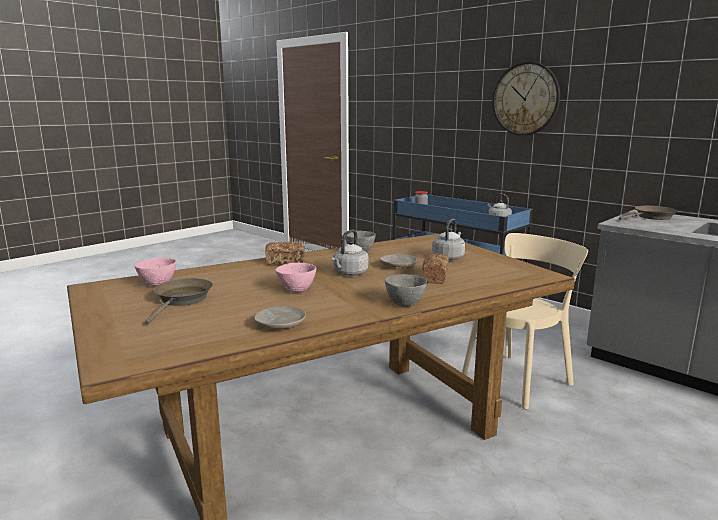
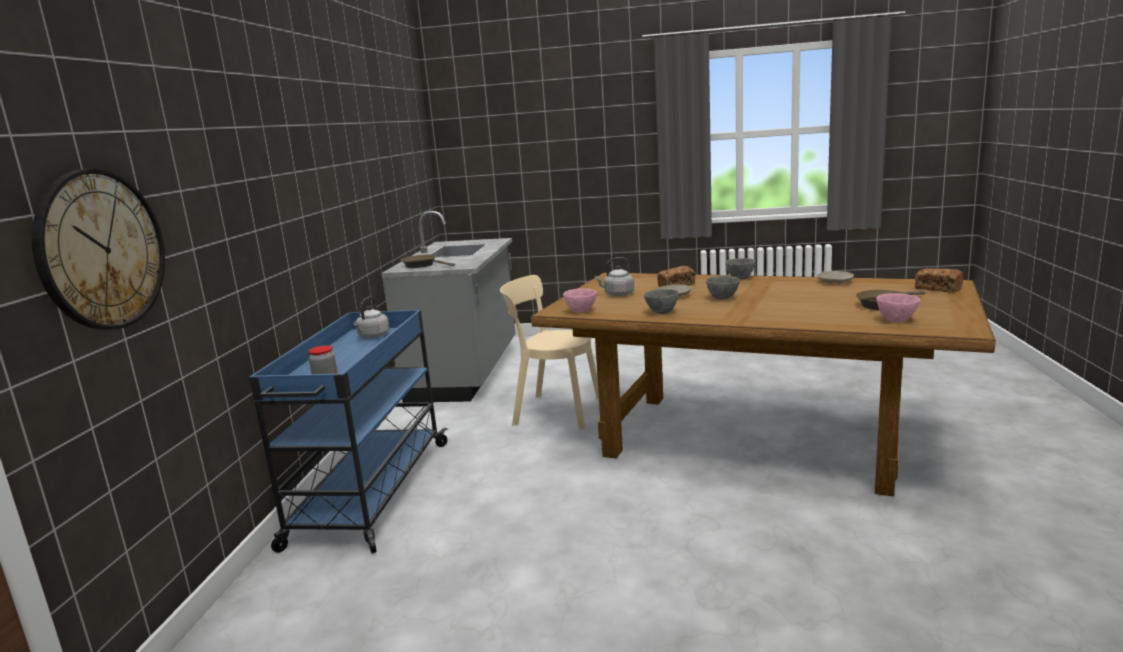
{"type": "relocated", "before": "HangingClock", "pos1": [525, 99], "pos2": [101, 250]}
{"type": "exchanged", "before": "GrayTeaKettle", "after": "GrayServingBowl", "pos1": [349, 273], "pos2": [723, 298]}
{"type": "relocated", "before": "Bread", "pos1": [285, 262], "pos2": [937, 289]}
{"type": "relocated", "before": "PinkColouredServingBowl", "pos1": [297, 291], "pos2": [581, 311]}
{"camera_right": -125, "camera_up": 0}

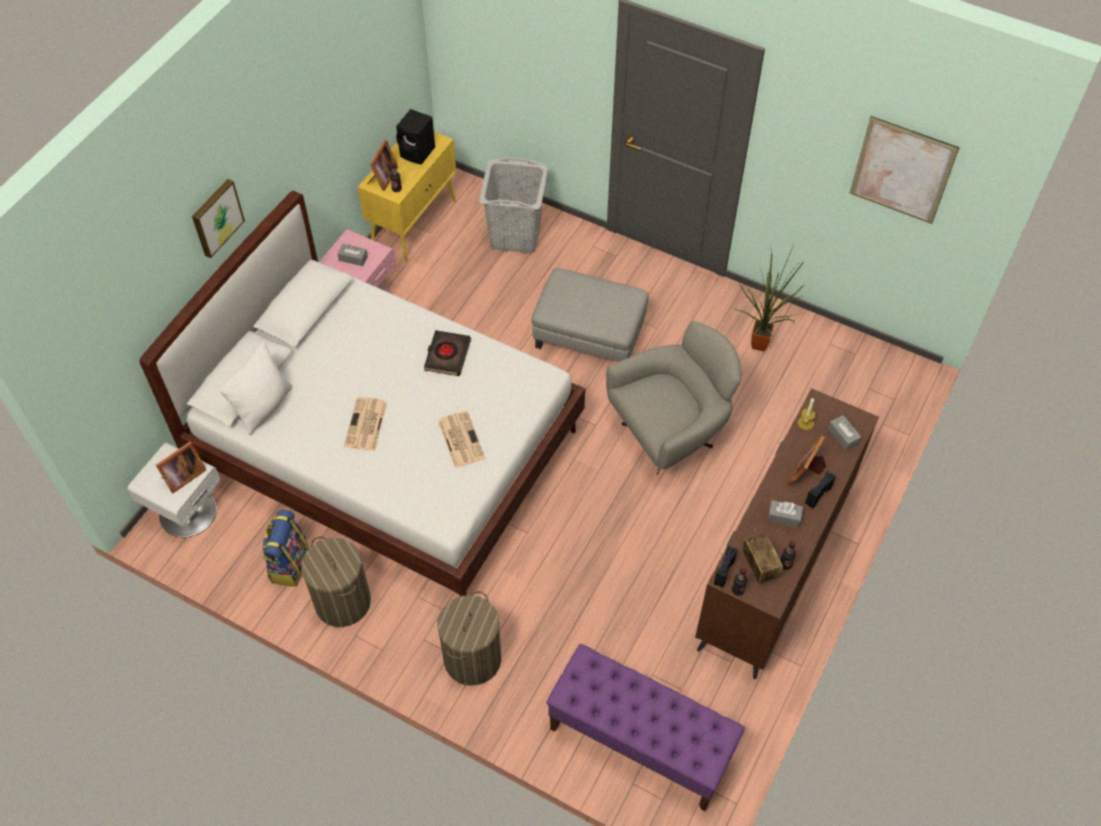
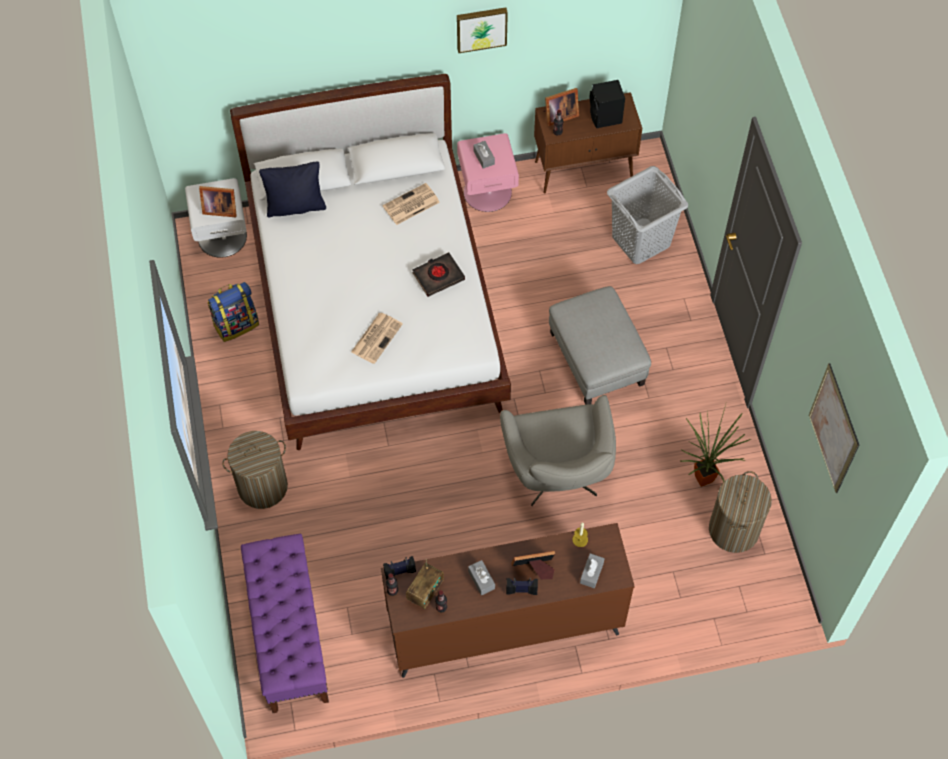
{"type": "colour", "before": "YellowishCabinet", "after": "BrownColouredCabinet", "pos1": [414, 223], "pos2": [584, 170]}
{"type": "relocated", "before": "WallArt", "pos1": [216, 217], "pos2": [481, 28]}
{"type": "spun", "before": "GrayLoungeChair", "pos1": [670, 434], "pos2": [558, 476], "turn": 60}
{"type": "colour", "before": "WhiteColouredThrowPillow", "after": "BlackColouredThrowPillow", "pos1": [263, 407], "pos2": [296, 206]}
{"type": "relocated", "before": "PrintedPaper", "pos1": [366, 425], "pos2": [410, 205]}
{"type": "relocated", "before": "LaundryBasket", "pos1": [343, 602], "pos2": [734, 530]}
{"camera_right": 50, "camera_up": 5}

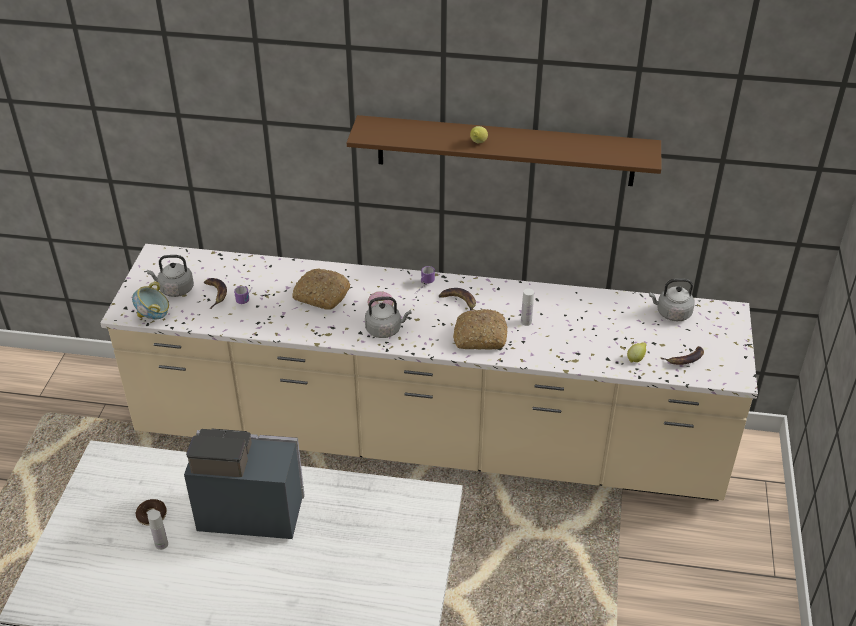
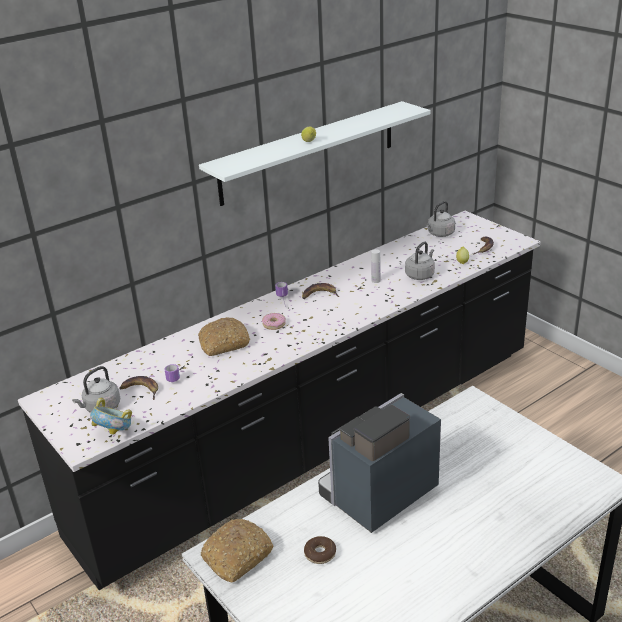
{"type": "colour", "before": "BrownColouredWallShelf", "after": "WhiteColouredWallShelf", "pos1": [505, 151], "pos2": [309, 152]}
{"type": "colour", "before": "BeigeKitchenCounter", "after": "BlackColouredKitchenCounter", "pos1": [428, 440], "pos2": [318, 440]}
{"type": "relocated", "before": "GrayTeaKettle", "pos1": [385, 329], "pos2": [420, 275]}
{"type": "relocated", "before": "Bread", "pos1": [479, 337], "pos2": [237, 557]}
{"type": "missing", "before": "WhiteColouredBeverageBottle", "pos1": [161, 544]}
{"camera_right": -45, "camera_up": -10}

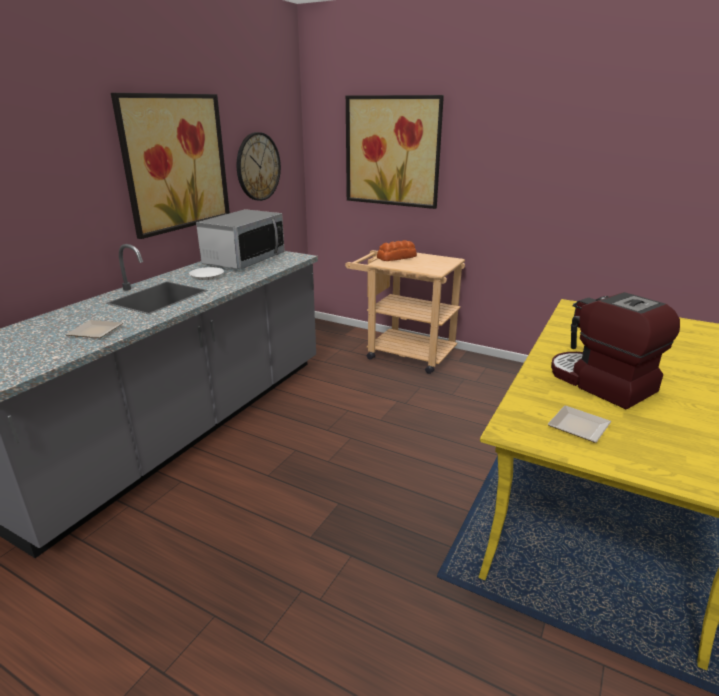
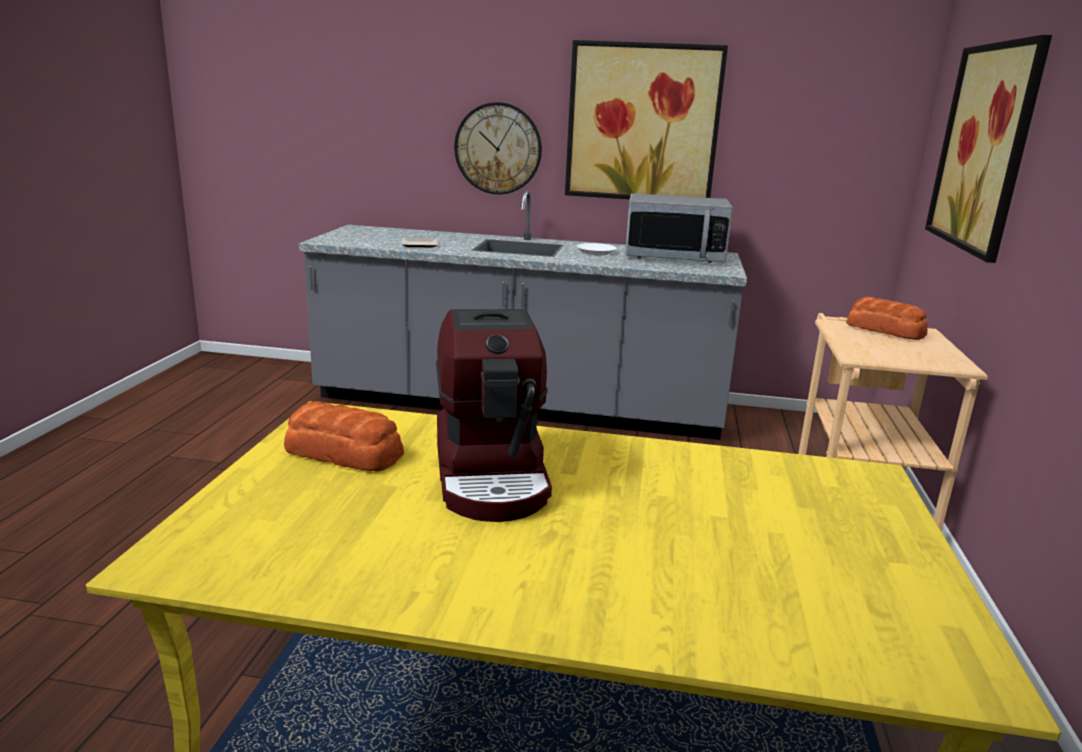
{"type": "relocated", "before": "HangingClock", "pos1": [258, 167], "pos2": [498, 149]}
{"type": "spun", "before": "CoffeeMachine", "pos1": [600, 383], "pos2": [492, 475], "turn": 135}
{"type": "exchanged", "before": "DinnerPlate", "after": "Bread", "pos1": [581, 426], "pos2": [345, 453]}
{"camera_right": 70, "camera_up": -5}

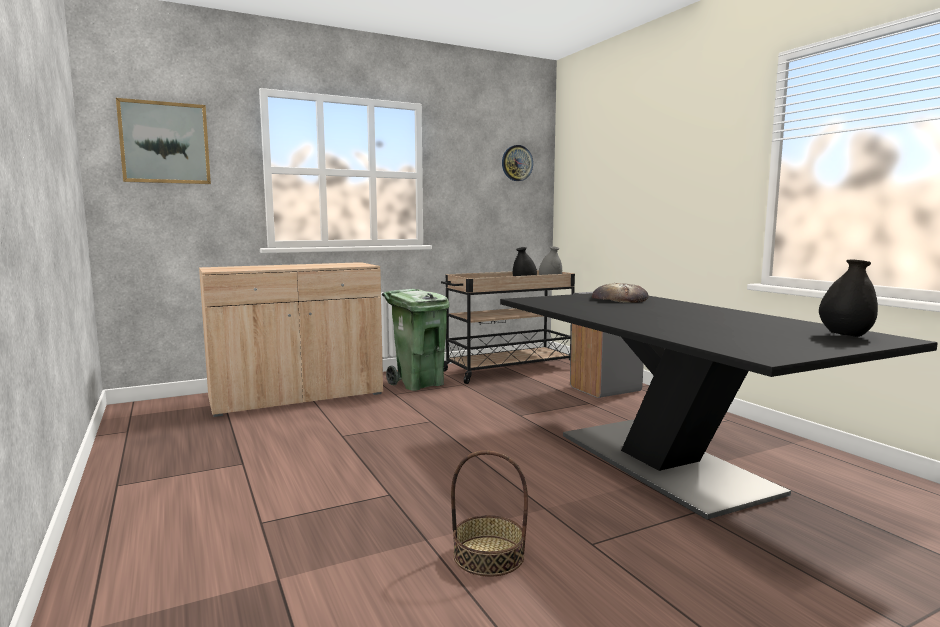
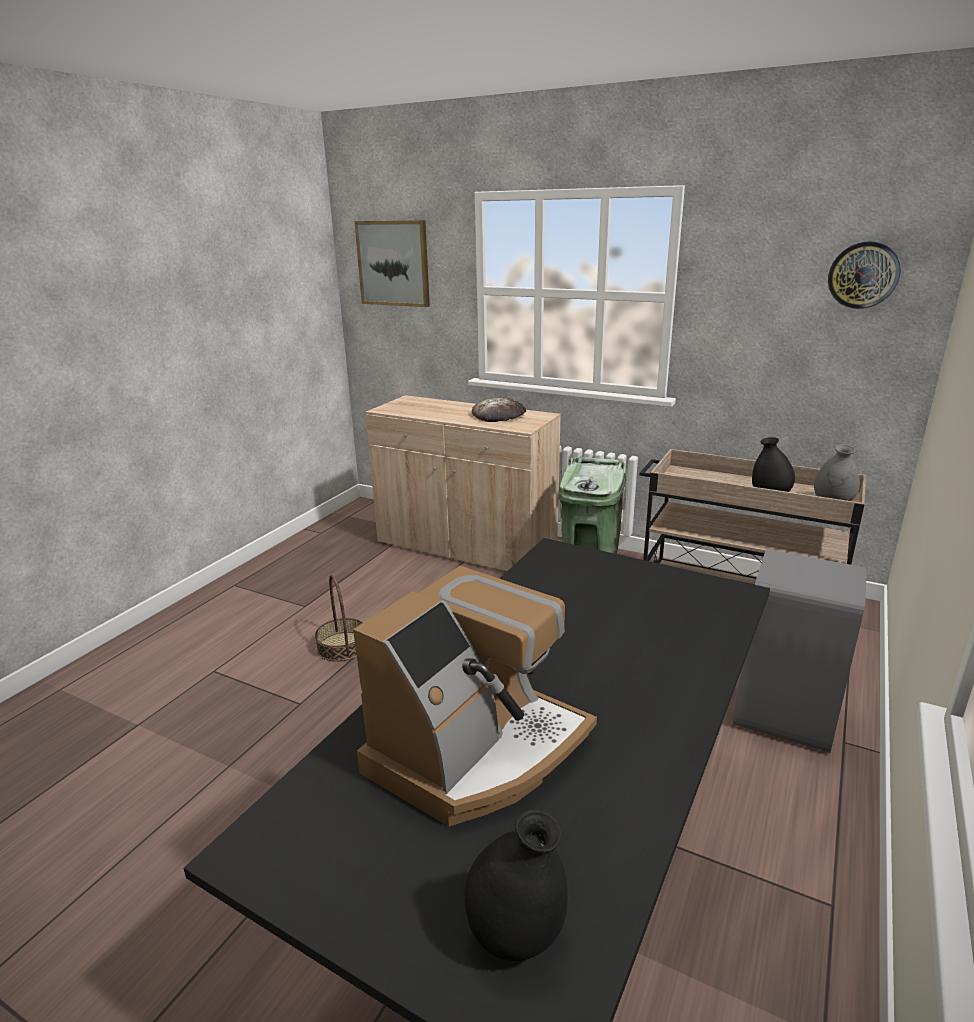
{"type": "relocated", "before": "Bread", "pos1": [619, 299], "pos2": [499, 415]}
{"type": "relocated", "before": "HouseholdBasket", "pos1": [488, 556], "pos2": [342, 646]}
{"type": "appeared", "after": "CoffeeMachine", "pos2": [477, 750]}
{"camera_right": 55, "camera_up": 15}

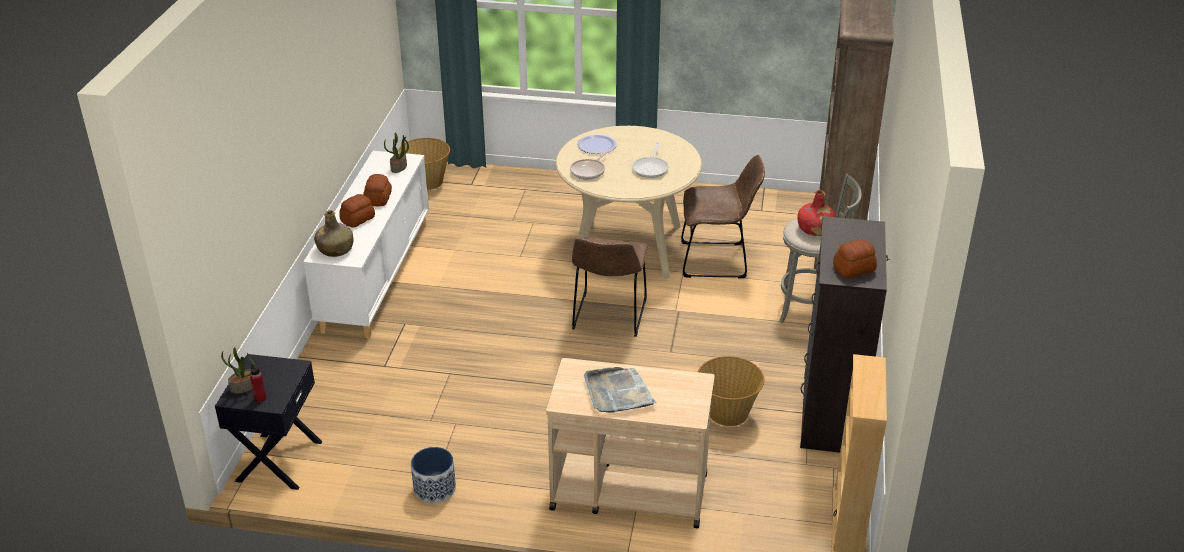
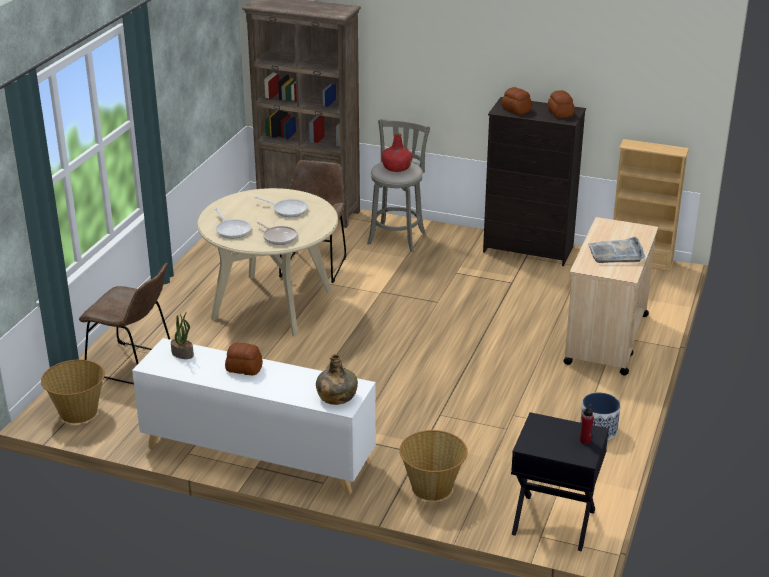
{"type": "exchanged", "before": "DinnerPlate", "after": "Skillet", "pos1": [597, 145], "pos2": [232, 229]}
{"type": "relocated", "before": "Bread", "pos1": [358, 219], "pos2": [516, 109]}
{"type": "relocated", "before": "BrownColouredPlainChair", "pos1": [609, 317], "pos2": [134, 365]}
{"type": "missing", "before": "PottedPlant", "pos1": [244, 387]}
{"type": "relocated", "before": "HouseholdBasket", "pos1": [727, 413], "pos2": [432, 488]}
{"camera_right": -80, "camera_up": -5}

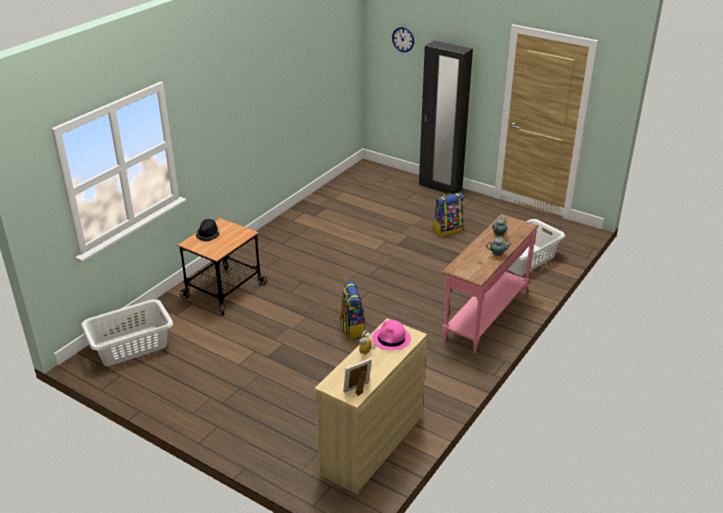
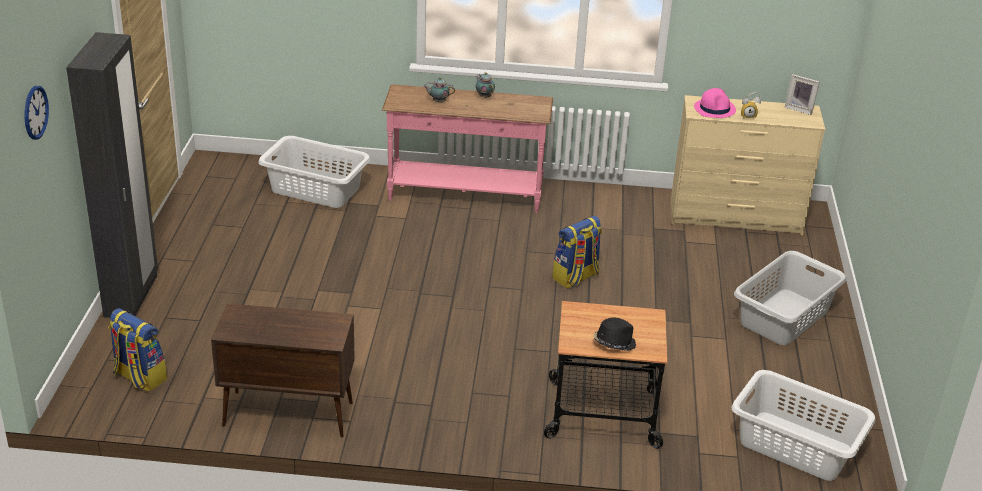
{"type": "relocated", "before": "Knapsack", "pos1": [447, 230], "pos2": [139, 377]}
{"type": "appeared", "after": "GrayLaundryBasket", "pos2": [785, 317]}
{"type": "appeared", "after": "BrownColouredCabinet", "pos2": [287, 414]}
{"camera_right": -120, "camera_up": 0}

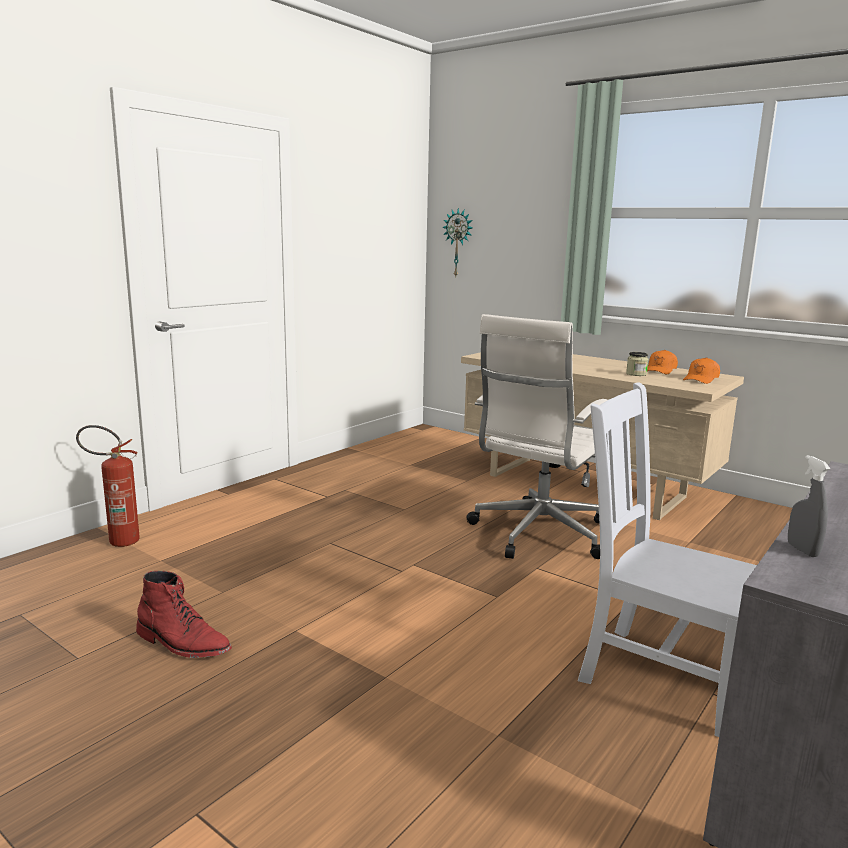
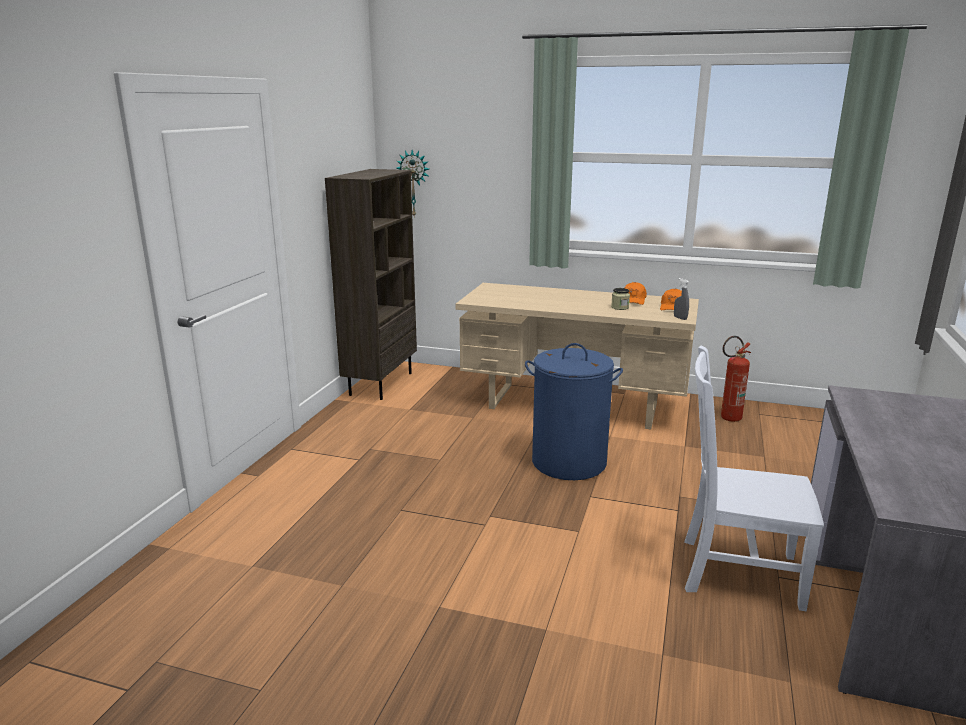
{"type": "exchanged", "before": "WhiteColouredDeskChair", "after": "BlueLaundryBasket", "pos1": [537, 534], "pos2": [568, 462]}
{"type": "relocated", "before": "FireFightingCylinder", "pos1": [116, 541], "pos2": [727, 419]}
{"type": "relocated", "before": "GraySprayer", "pos1": [802, 550], "pos2": [680, 318]}
{"type": "missing", "before": "RedBoot", "pos1": [183, 643]}
{"type": "appeared", "after": "BrownColouredBookshelf", "pos2": [380, 383]}
{"camera_right": -20, "camera_up": 5}

